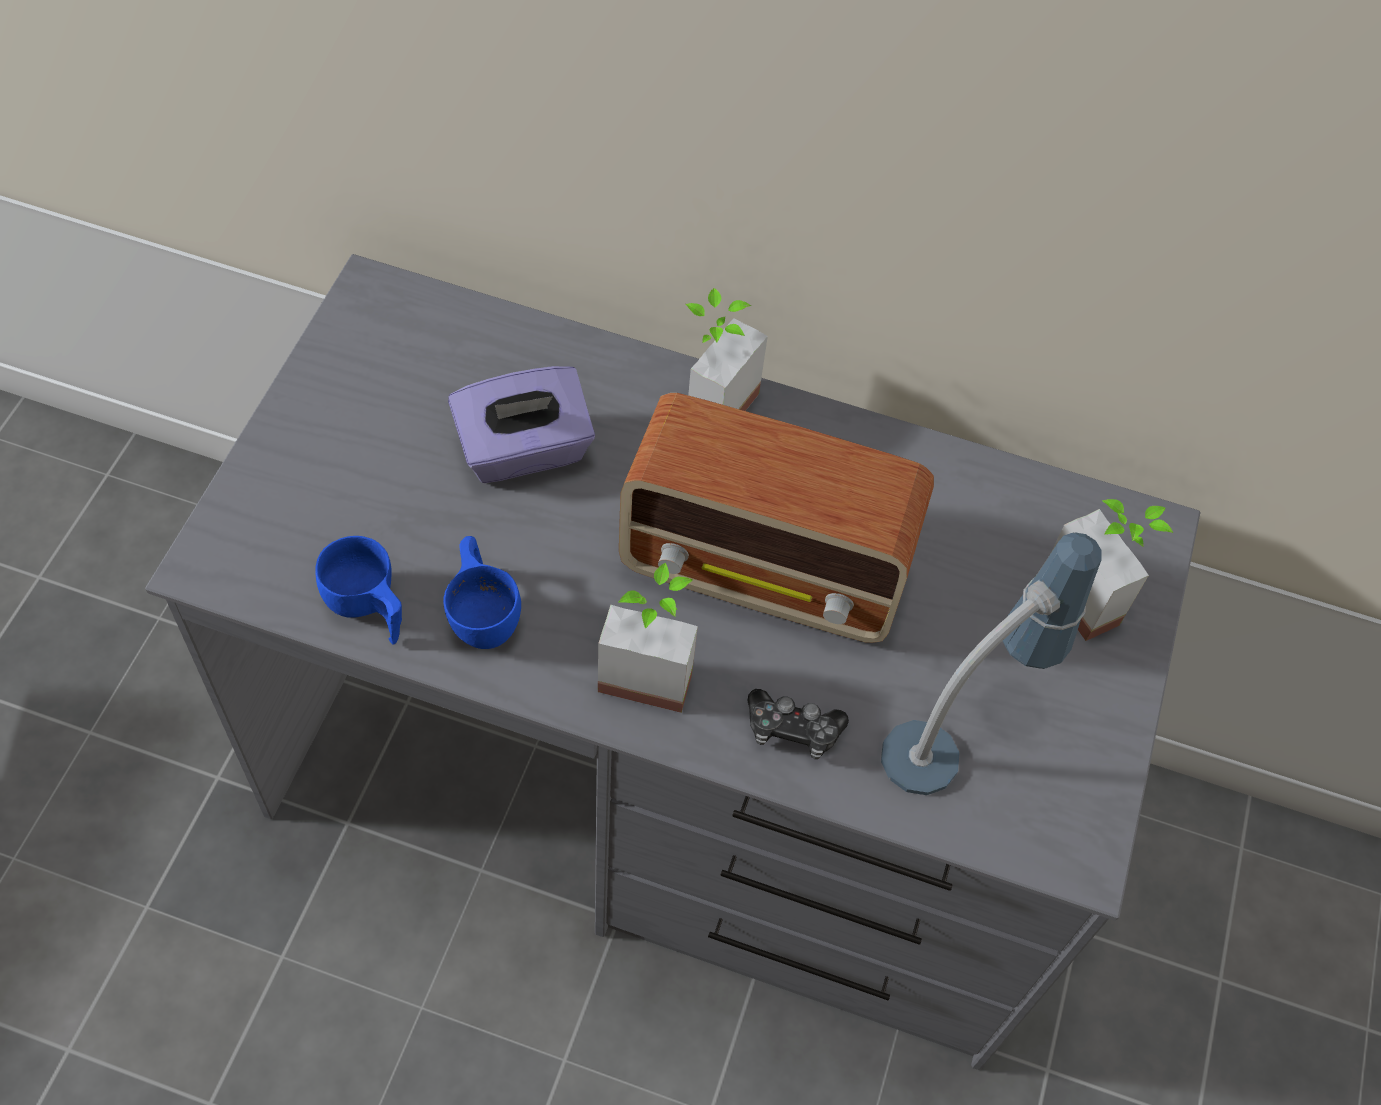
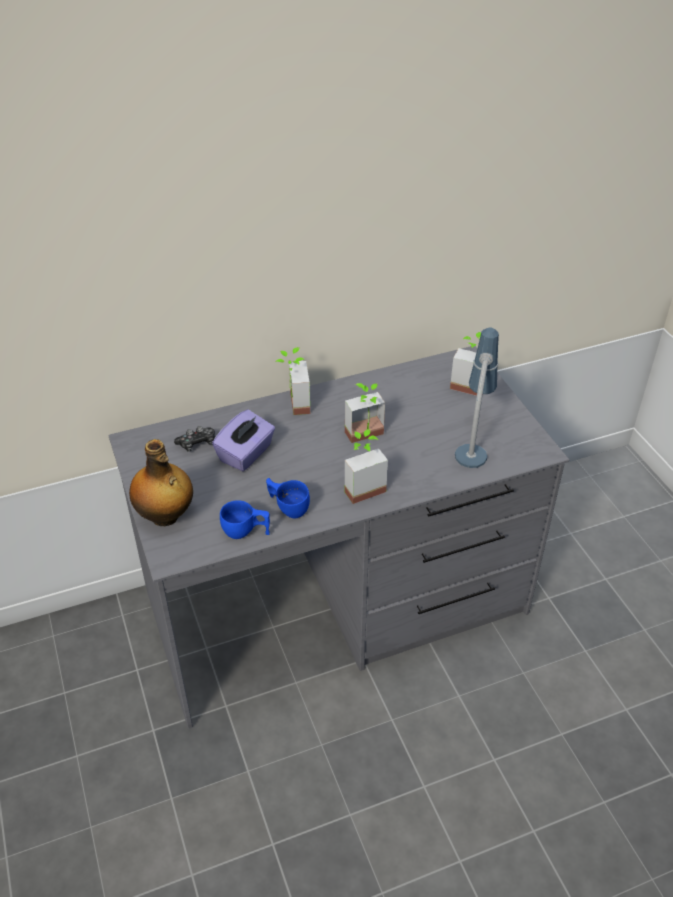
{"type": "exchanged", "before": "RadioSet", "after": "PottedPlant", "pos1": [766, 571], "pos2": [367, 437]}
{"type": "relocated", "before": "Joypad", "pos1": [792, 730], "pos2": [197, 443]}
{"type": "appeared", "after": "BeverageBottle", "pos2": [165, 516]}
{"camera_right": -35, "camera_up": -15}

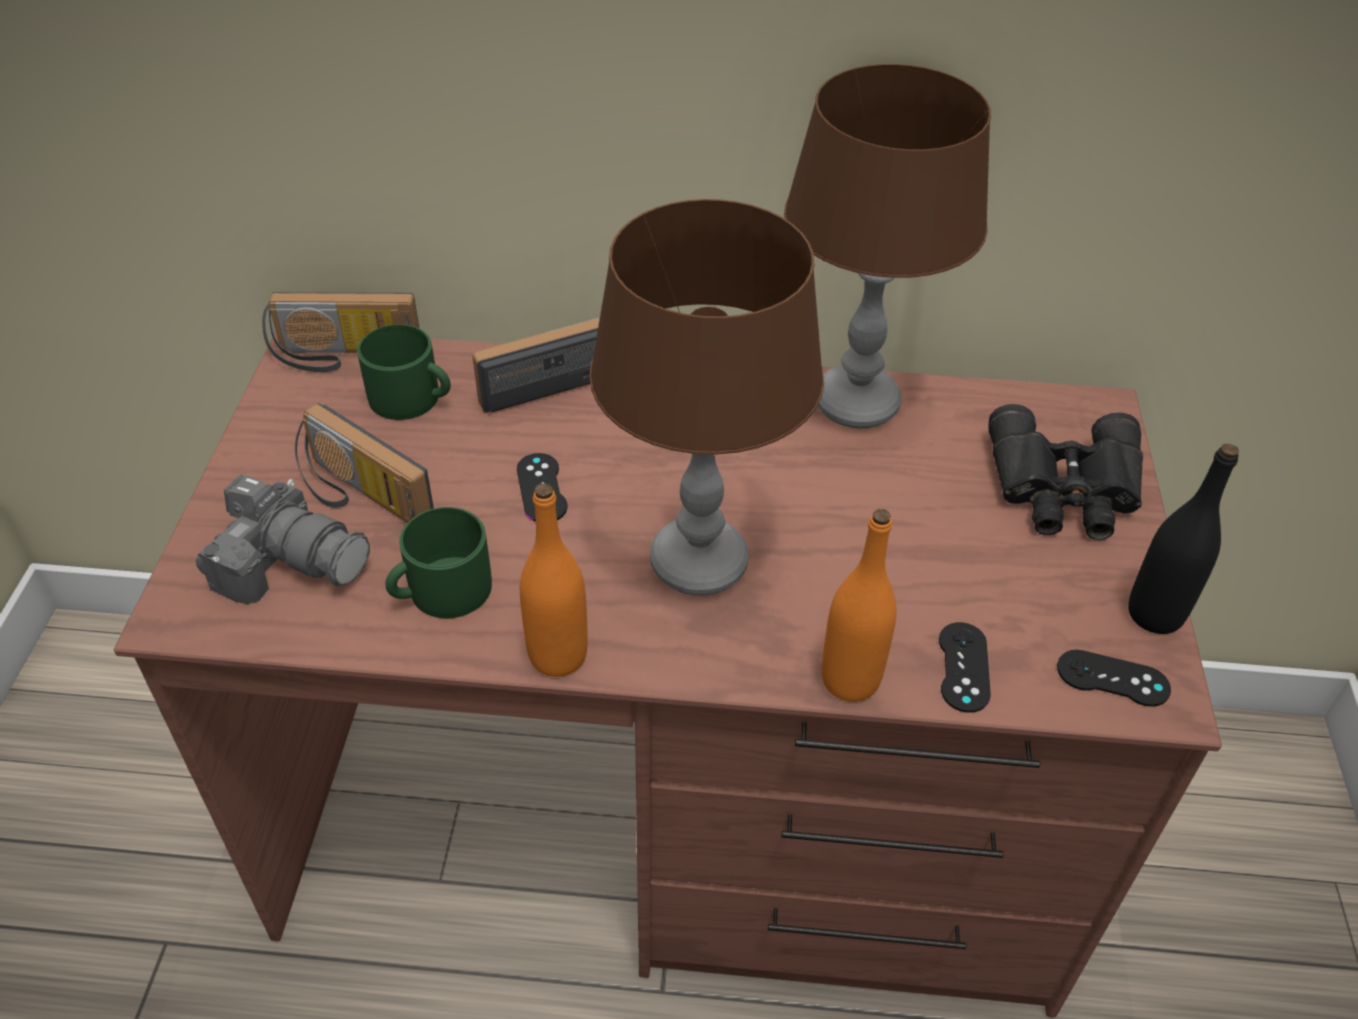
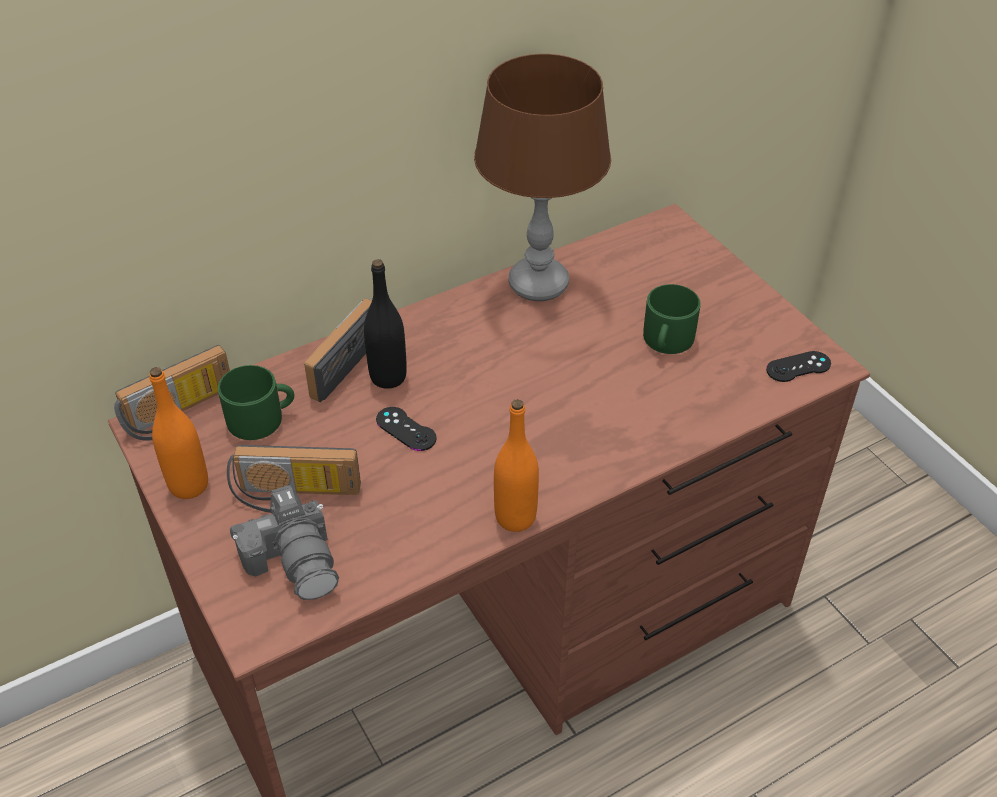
{"type": "missing", "before": "BrownColouredTabletopLamp", "pos1": [697, 563]}
{"type": "missing", "before": "BlackColouredBinoculars", "pos1": [1064, 489]}
{"type": "relocated", "before": "BlackColouredBeverageBottle", "pos1": [1155, 614], "pos2": [388, 377]}
{"type": "spun", "before": "PhotoCamera", "pos1": [290, 562], "pos2": [294, 559], "turn": 75}
{"type": "relocated", "before": "GreenCoffeeMug", "pos1": [440, 591], "pos2": [666, 341]}
{"type": "relocated", "before": "OrangeColouredBeverageBottle", "pos1": [850, 680], "pos2": [189, 485]}
{"type": "missing", "before": "BlackColouredJoypad", "pos1": [963, 667]}
{"camera_right": -35, "camera_up": 0}

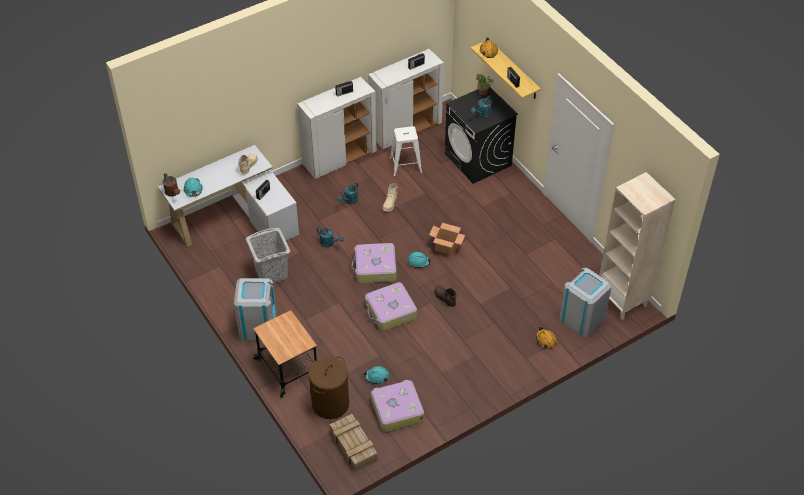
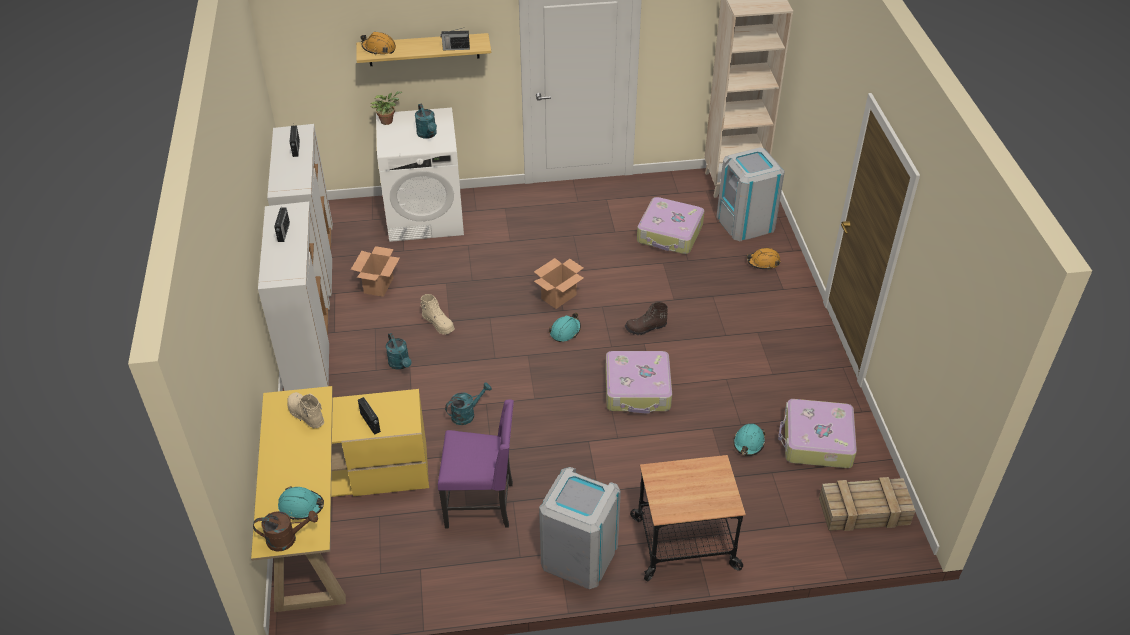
{"type": "colour", "before": "BlackColouredLaundryMachine", "after": "WhiteColouredLaundryMachine", "pos1": [478, 159], "pos2": [425, 216]}
{"type": "exchanged", "before": "WhiteColouredSittingStool", "after": "PackingBox", "pos1": [405, 165], "pos2": [378, 285]}
{"type": "colour", "before": "WhiteColouredDeskTable", "after": "YellowishDeskTable", "pos1": [237, 219], "pos2": [334, 513]}
{"type": "exchanged", "before": "GrayLaundryBasket", "after": "PurplishPlainChair", "pos1": [271, 273], "pos2": [481, 504]}
{"type": "relocated", "before": "PieceOfLuggage", "pos1": [375, 268], "pos2": [670, 234]}
{"type": "missing", "before": "BrownColouredLaundryBasket", "pos1": [330, 404]}
{"camera_right": -65, "camera_up": -5}

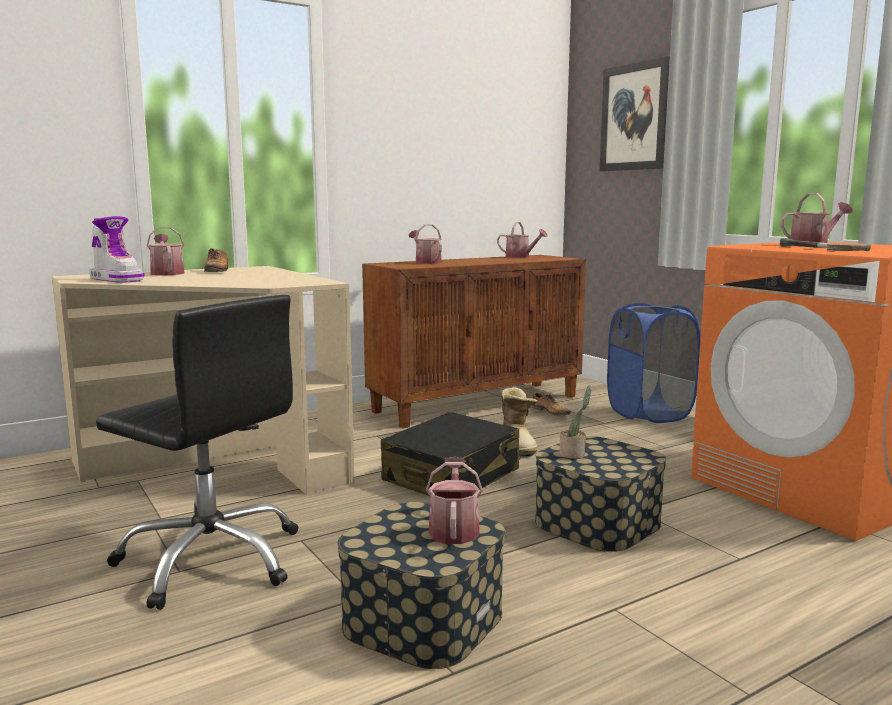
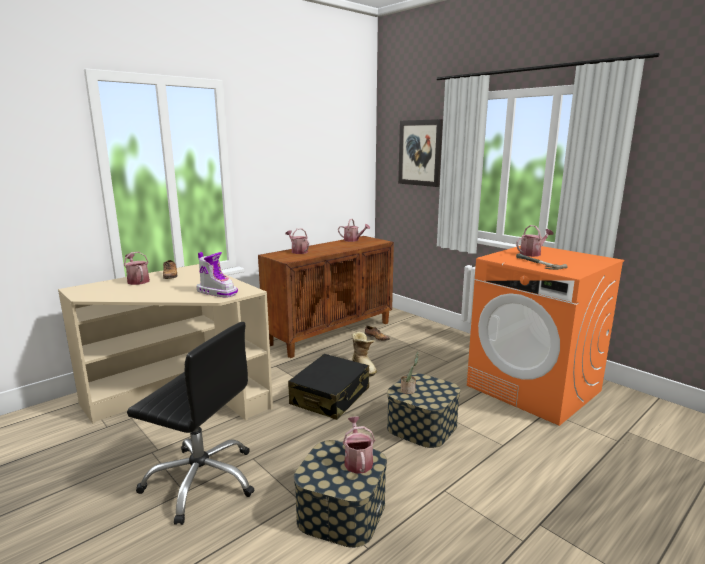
{"type": "relocated", "before": "Boot", "pos1": [117, 279], "pos2": [217, 292]}
{"type": "missing", "before": "BlueLaundryBasket", "pos1": [649, 413]}
{"camera_right": -10, "camera_up": 5}

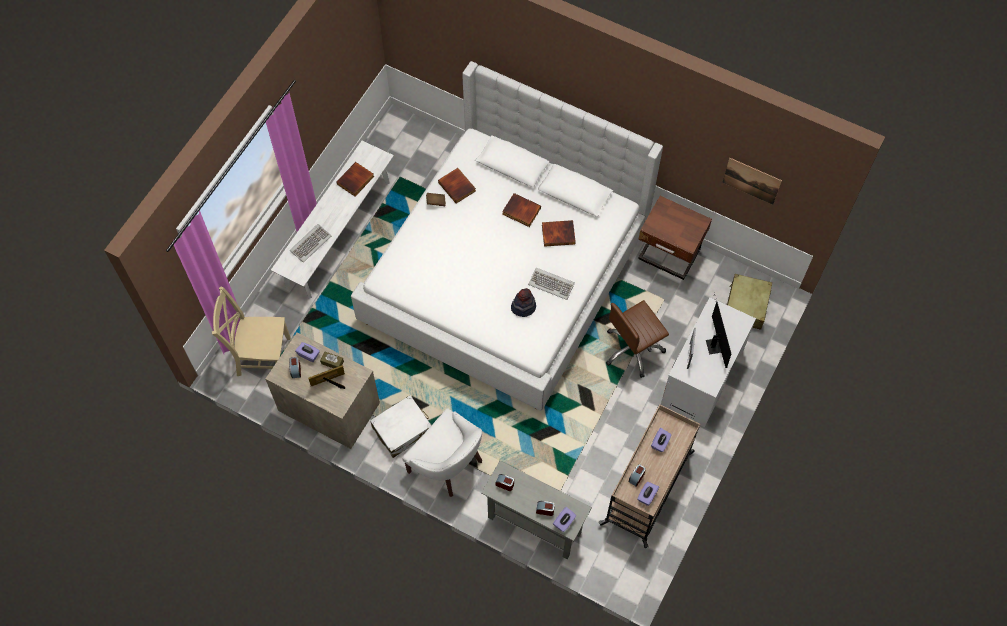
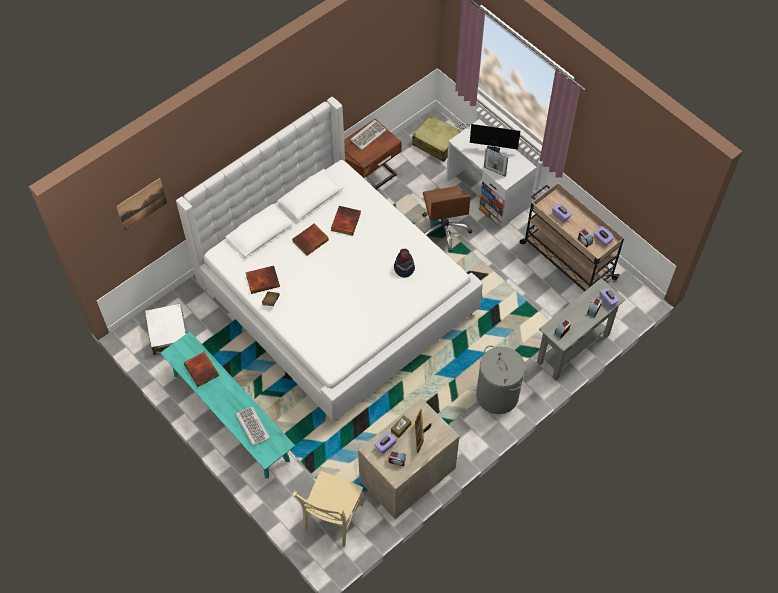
{"type": "colour", "before": "WhiteColouredIndoorBench", "after": "BlueGreenIndoorBench", "pos1": [338, 232], "pos2": [230, 417]}
{"type": "relocated", "before": "WallArt", "pos1": [751, 181], "pos2": [141, 204]}
{"type": "relocated", "before": "PcKeyboard", "pos1": [551, 284], "pos2": [368, 135]}
{"type": "relocated", "before": "WhiteColouredPieceOfLuggage", "pos1": [402, 430], "pos2": [168, 333]}
{"type": "exchanged", "before": "WhiteColouredLoungeChair", "after": "GrayLaundryBasket", "pos1": [448, 464], "pos2": [497, 395]}
{"camera_right": -70, "camera_up": -5}

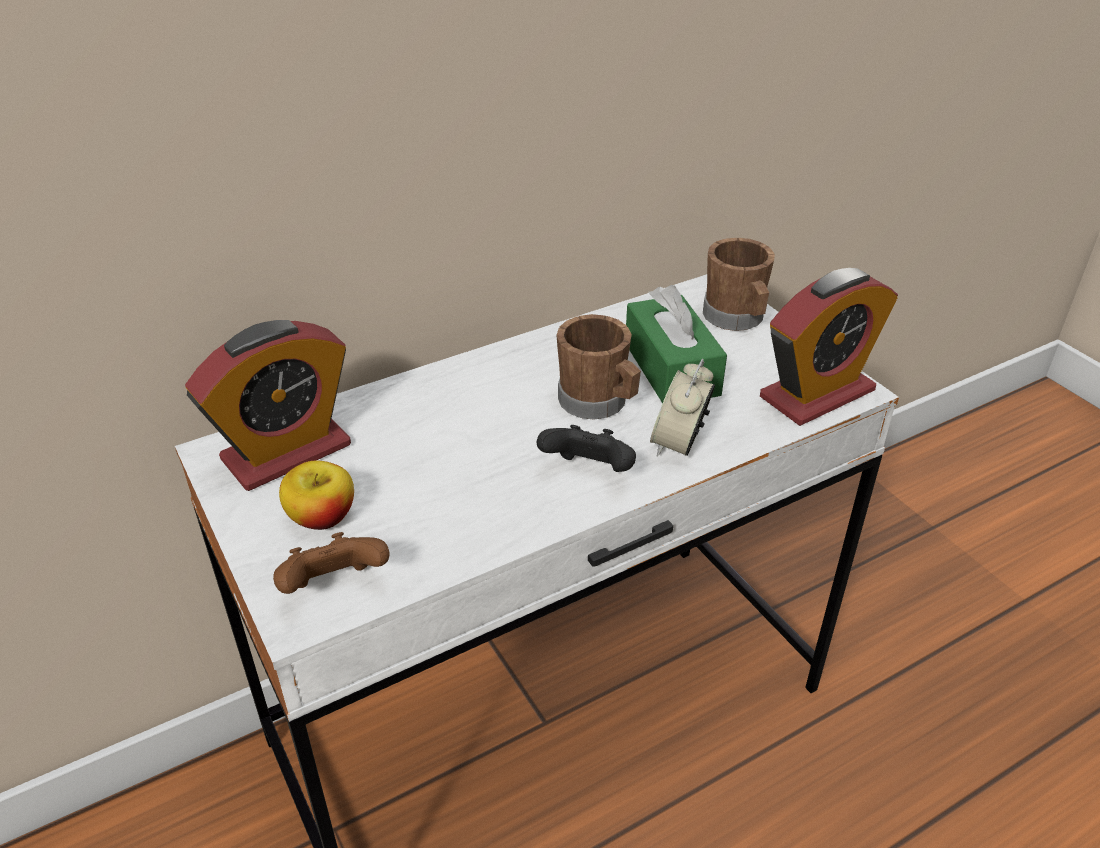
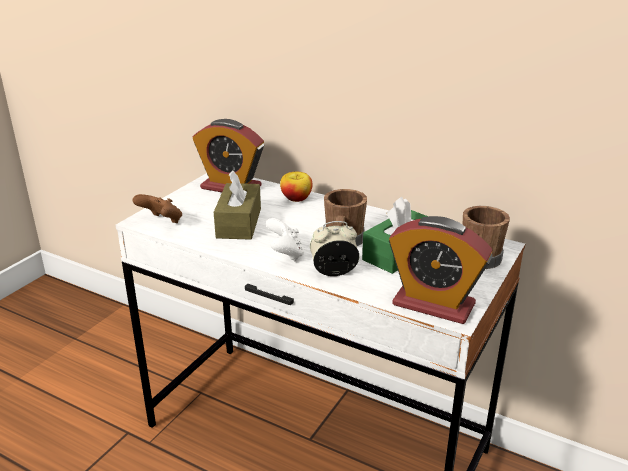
{"type": "colour", "before": "BlackColouredJoypad", "after": "WhiteColouredJoypad", "pos1": [589, 472], "pos2": [285, 254]}
{"type": "relocated", "before": "Apple", "pos1": [322, 517], "pos2": [296, 198]}
{"type": "appeared", "after": "BrownColouredTissueBox", "pos2": [239, 223]}
{"camera_right": 60, "camera_up": -10}

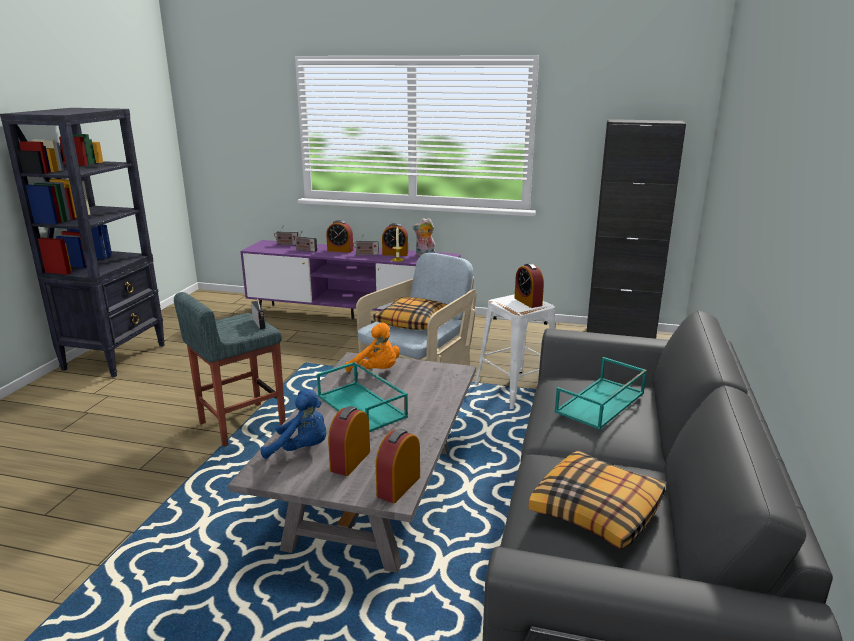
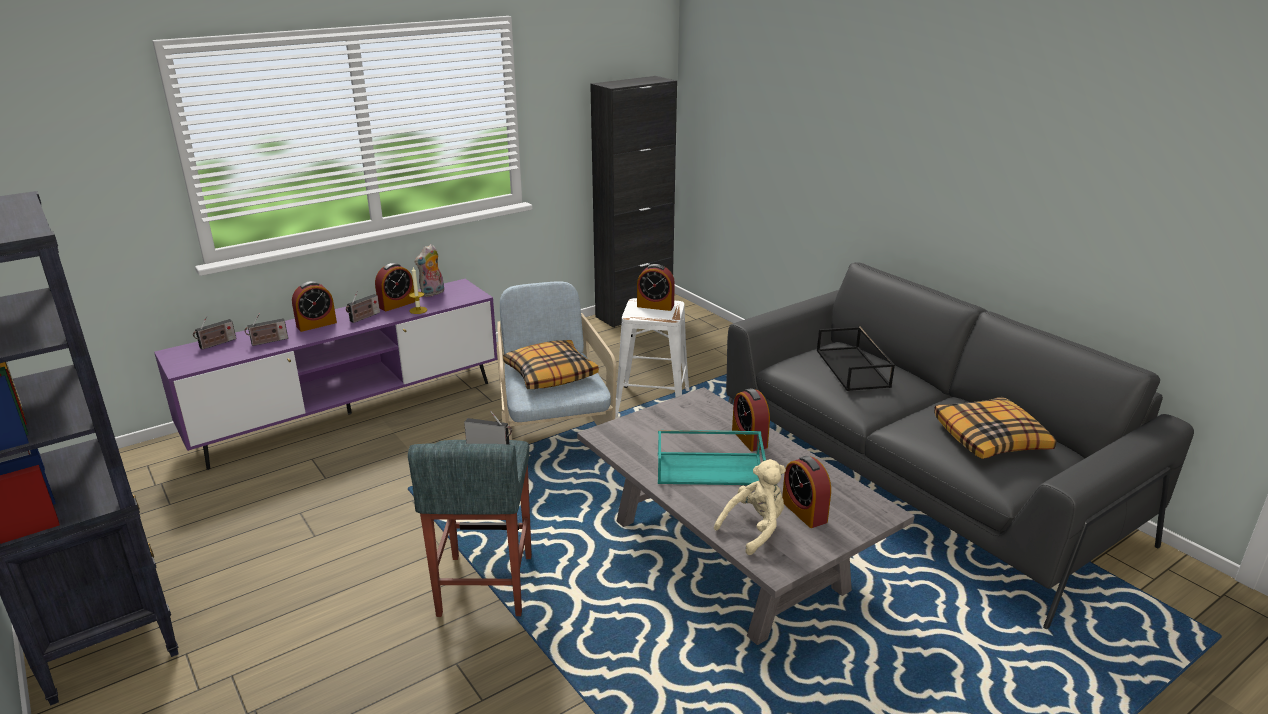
{"type": "missing", "before": "OrangeColouredPlushToy", "pos1": [377, 371]}
{"type": "colour", "before": "BlueGreenServingTray", "after": "BlackColouredServingTray", "pos1": [600, 403], "pos2": [854, 368]}
{"type": "colour", "before": "BluePlushToy", "after": "BeigePlushToy", "pos1": [301, 449], "pos2": [755, 529]}
{"type": "relocated", "before": "AlarmClock", "pos1": [398, 486], "pos2": [749, 438]}
{"camera_right": -50, "camera_up": 5}

